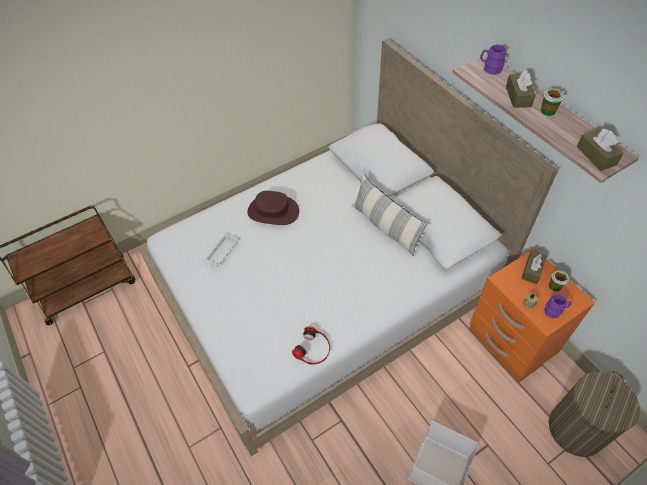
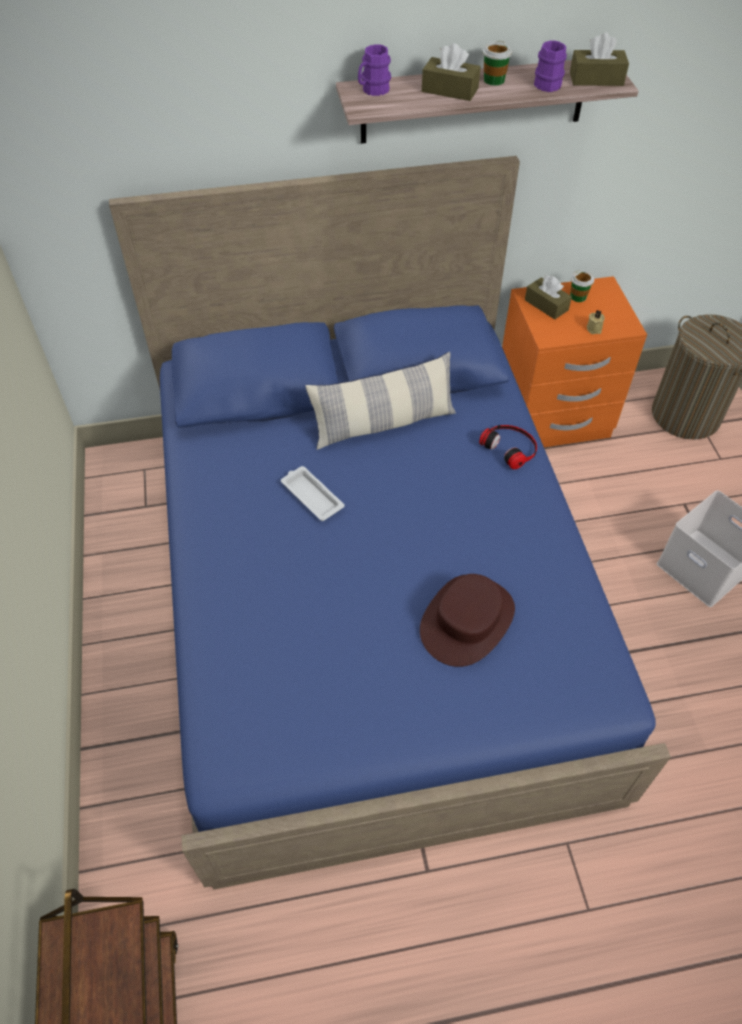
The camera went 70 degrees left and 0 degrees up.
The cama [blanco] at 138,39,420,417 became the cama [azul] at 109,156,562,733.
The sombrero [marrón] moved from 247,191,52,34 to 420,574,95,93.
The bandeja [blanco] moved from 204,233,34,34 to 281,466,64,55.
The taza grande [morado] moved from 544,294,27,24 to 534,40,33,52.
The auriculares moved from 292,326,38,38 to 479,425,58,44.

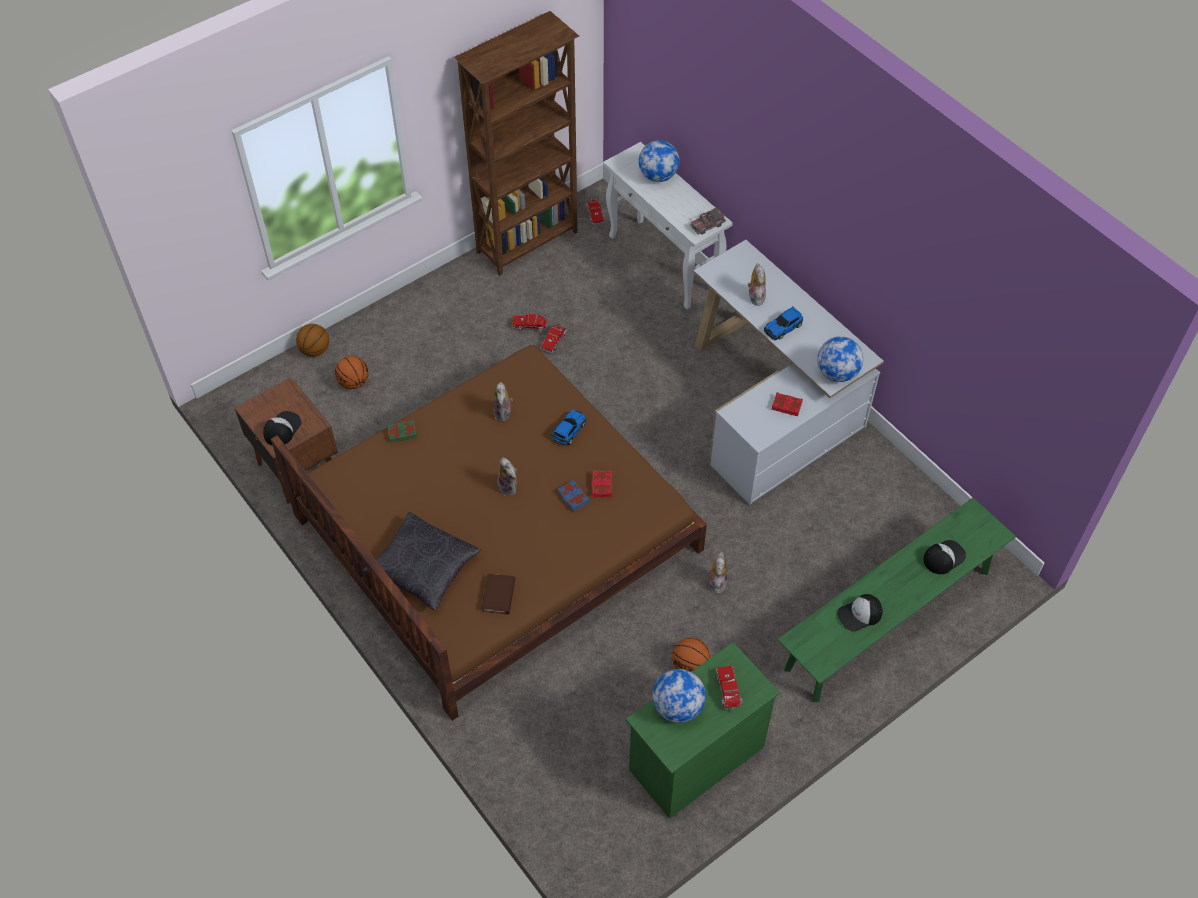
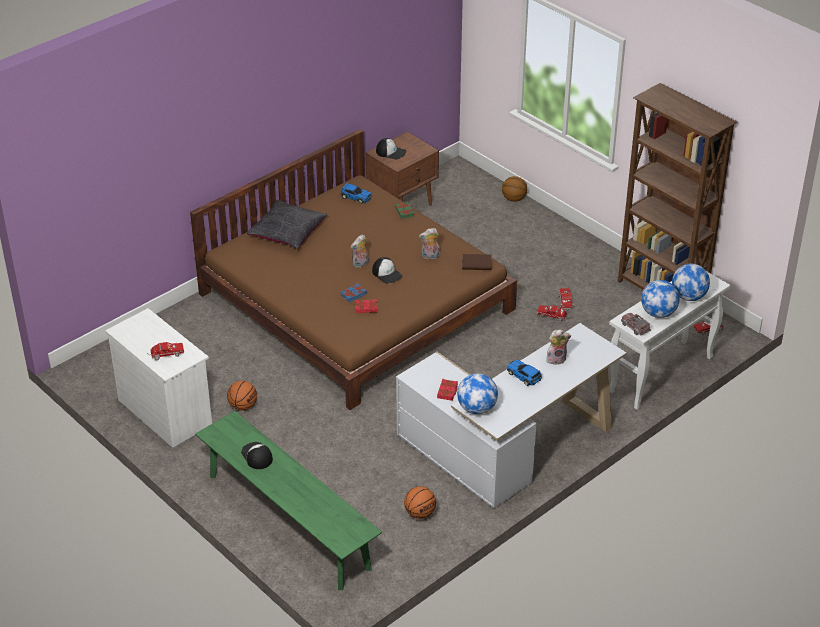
The camera went 85 degrees right and 15 degrees down.
The balón de baloncesto moved from 335,356,34,33 to 404,486,32,33.
The coche de juguete moved from 551,410,35,35 to 340,183,32,21.
The gorra moved from 923,540,43,34 to 372,257,31,27.
The peluche at 707,552,20,42 disappeared.
The libro [marrón] moved from 481,574,34,40 to 462,254,30,16.
The cómoda [verde] at 626,642,154,177 became the cómoda [blanco] at 105,308,107,140.
The globo terráqueo moved from 653,669,53,54 to 641,280,38,38.

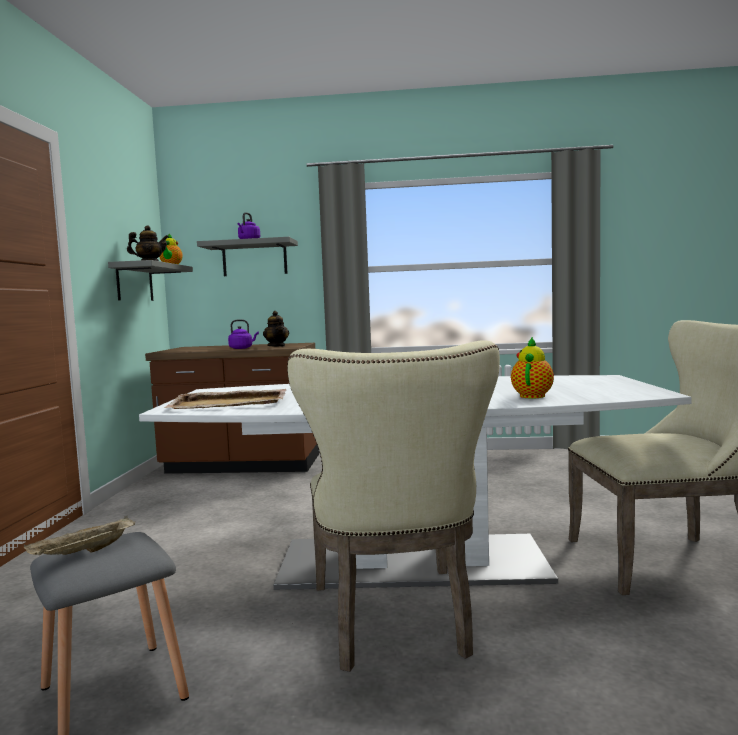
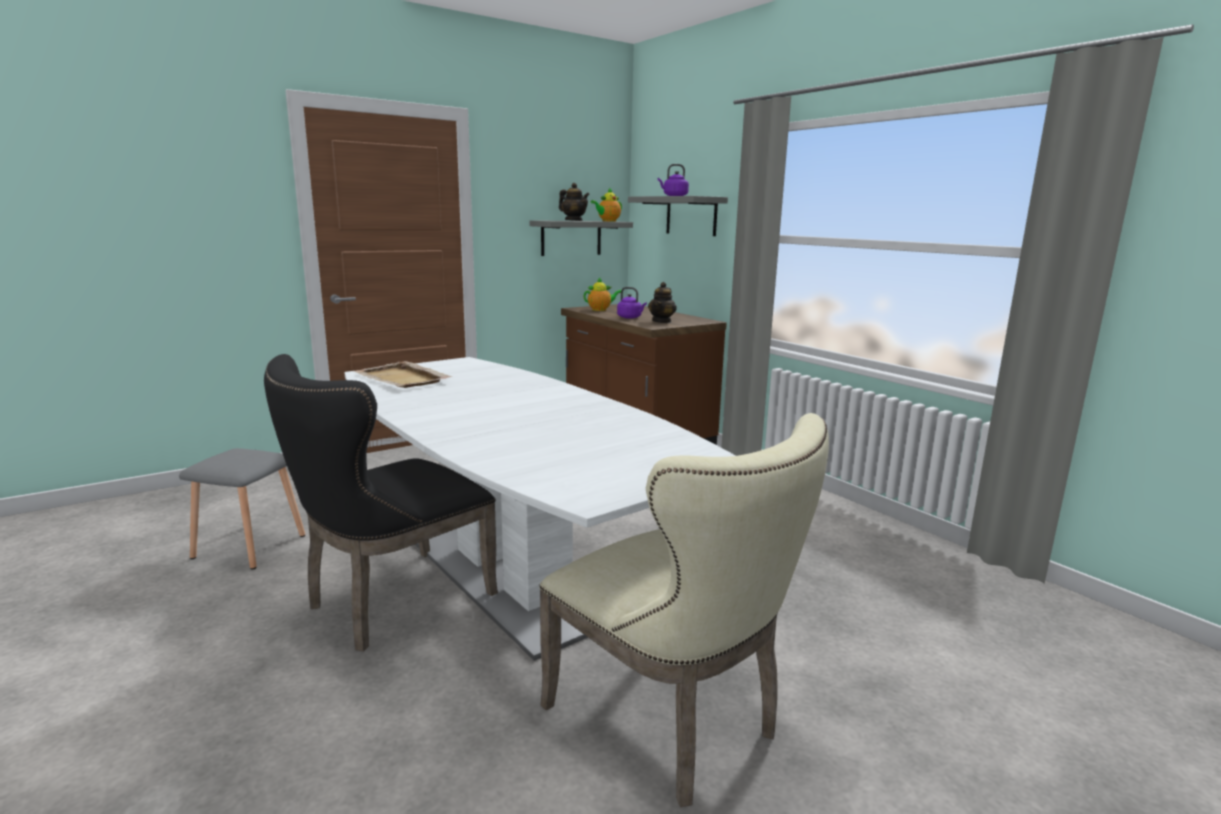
The camera went 50 degrees right and 10 degrees up.
The tetera moved from 511,337,43,61 to 584,277,37,34.
The silla [beis] at 287,340,213,332 became the silla [negro] at 264,354,234,298.
The bandeja [beis] at 24,515,111,40 disappeared.

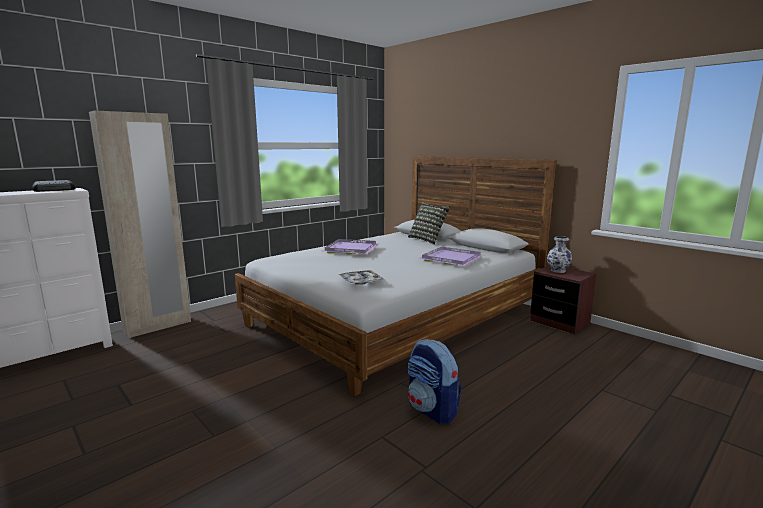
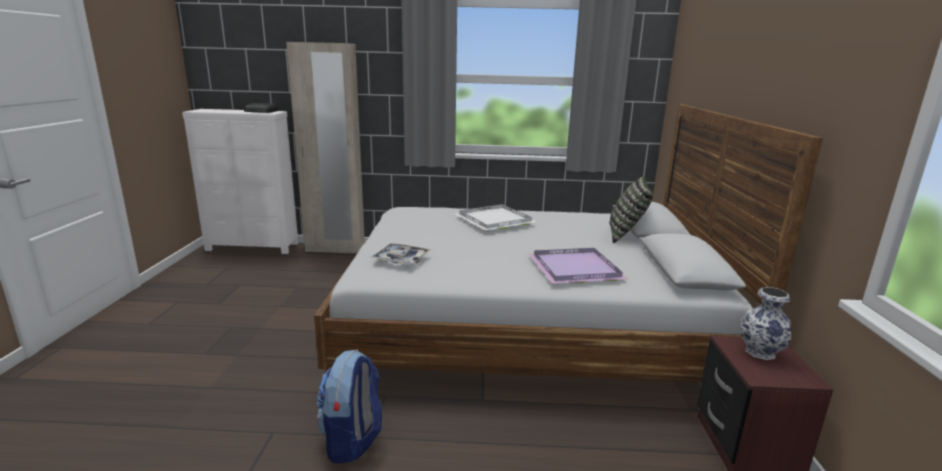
The camera went 45 degrees right and 5 degrees up.
The bandeja [morado] at 322,239,57,15 became the bandeja [blanco] at 456,204,81,26.

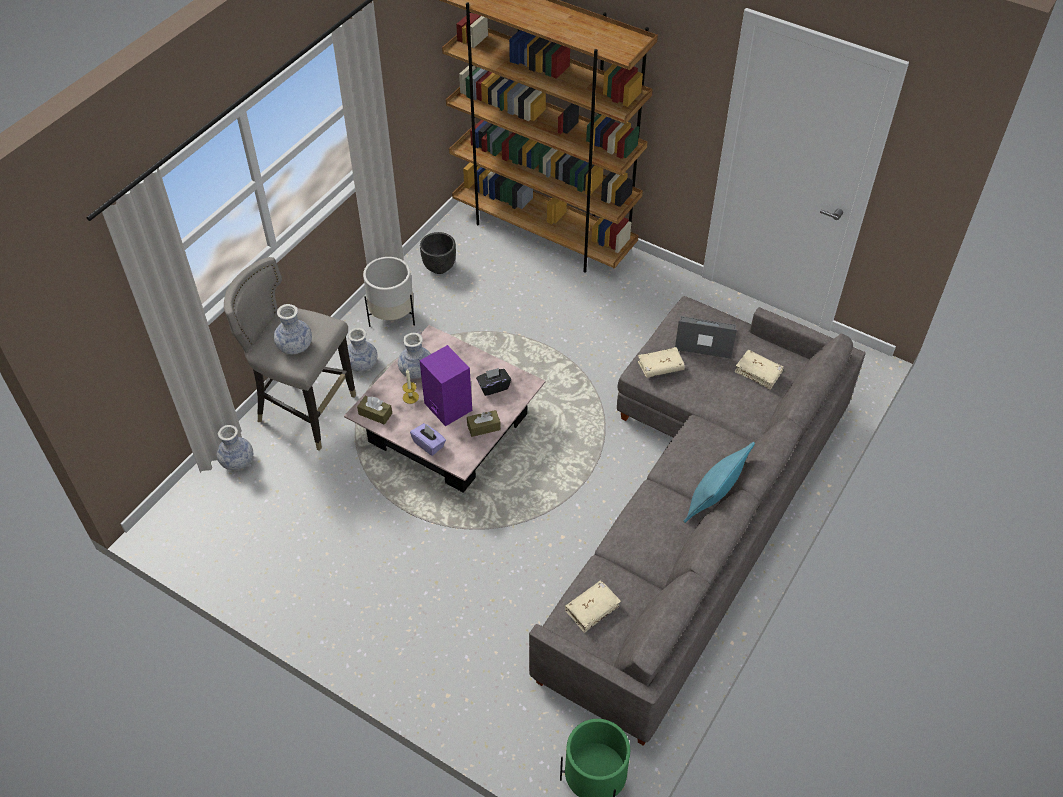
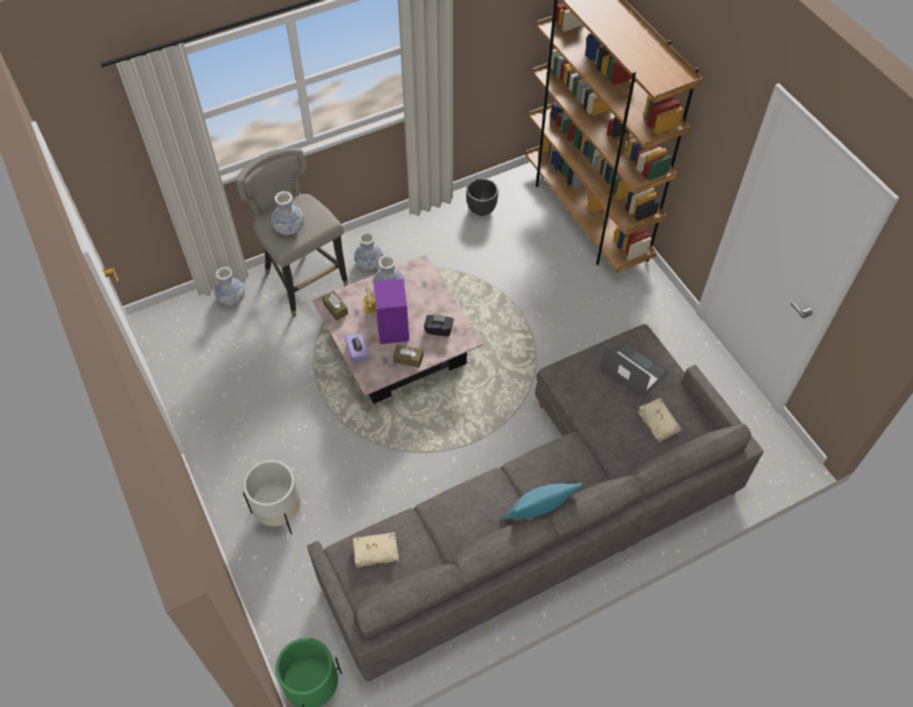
The camera went 30 degrees right and 5 degrees up.
The maceta [blanco] moved from 363,257,52,70 to 243,460,58,74.
The libro [beis] at 638,347,46,31 disappeared.

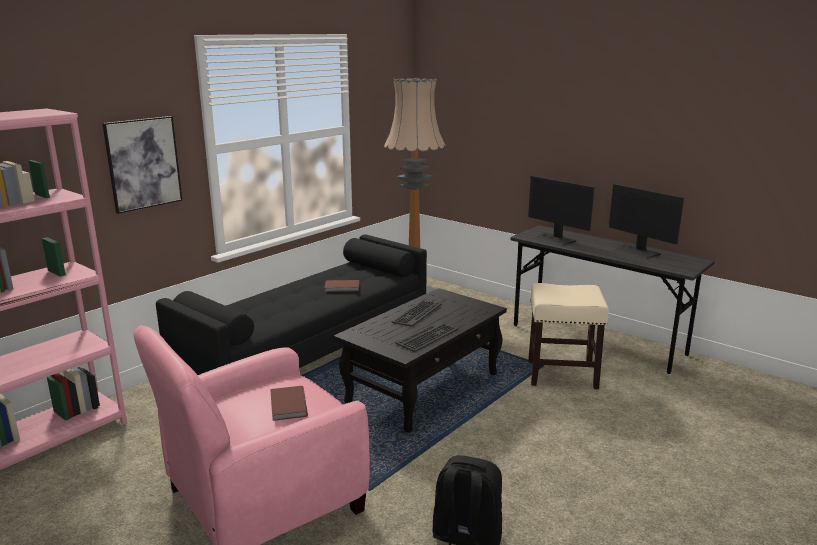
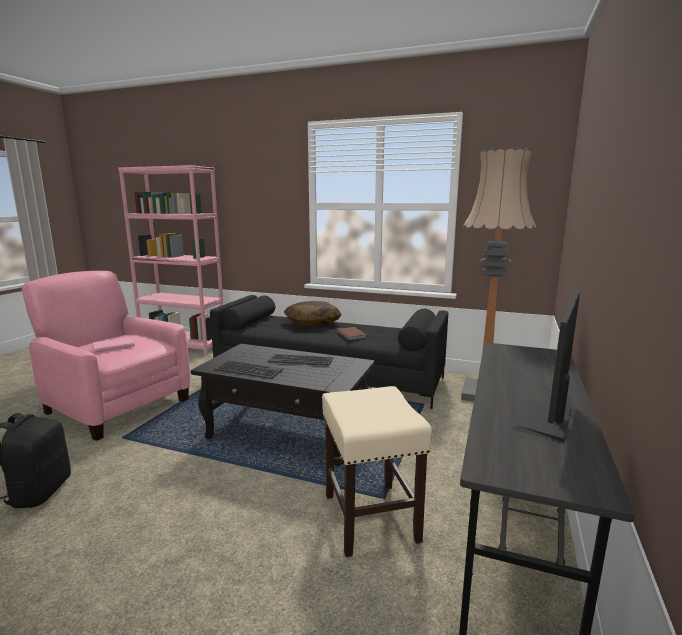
The camera went 70 degrees right and 5 degrees down.
The cuadro at 102,116,80,98 disappeared.
The monitor at 528,176,66,71 disappeared.
The libro [marrón] at 270,386,38,35 became the libro [rosa] at 93,337,42,16.
The cojín at 284,301,58,25 appeared.

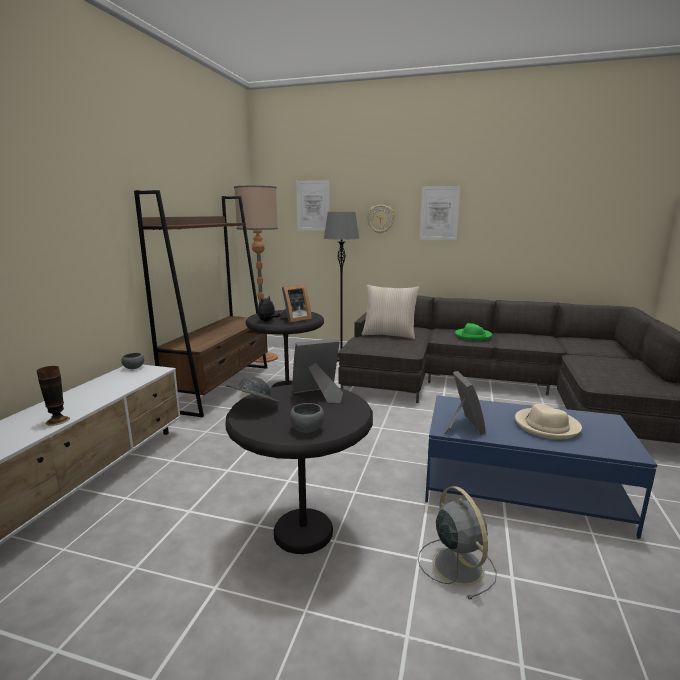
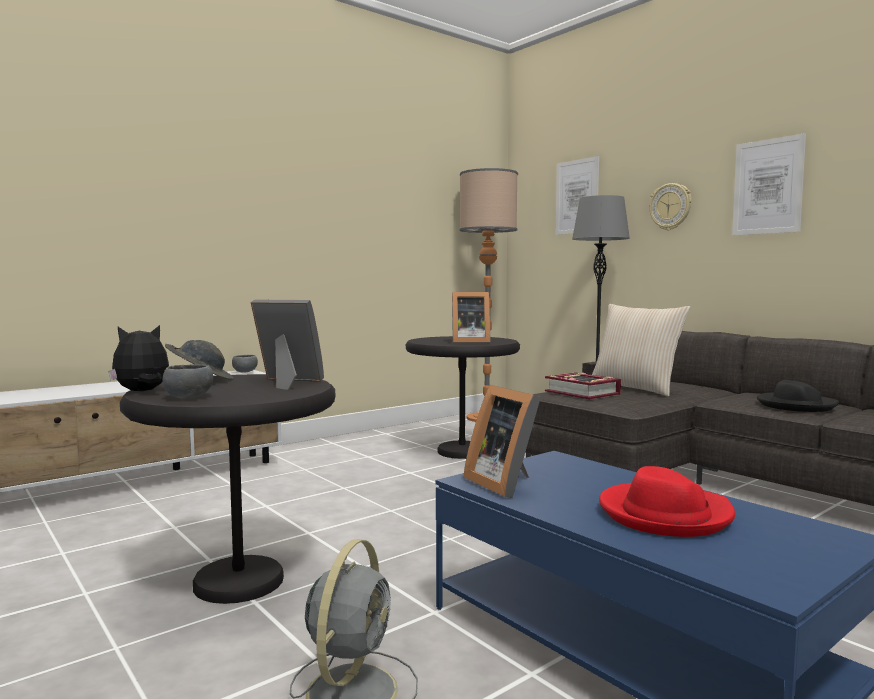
The camera went 35 degrees right and 10 degrees down.
The estantería [marrón] at 134,190,134,227 disappeared.
The peluche moved from 257,296,23,25 to 108,325,61,66.
The sombrero [verde] at 455,323,37,18 became the sombrero [negro] at 757,380,82,32.
The florero at 37,366,33,60 disappeared.
The portarretratos at 444,371,42,64 turned 120 degrees clockwise.
The sombrero [beis] at 515,404,67,35 became the sombrero [rojo] at 599,466,136,71.
The libro at 545,372,76,28 appeared.

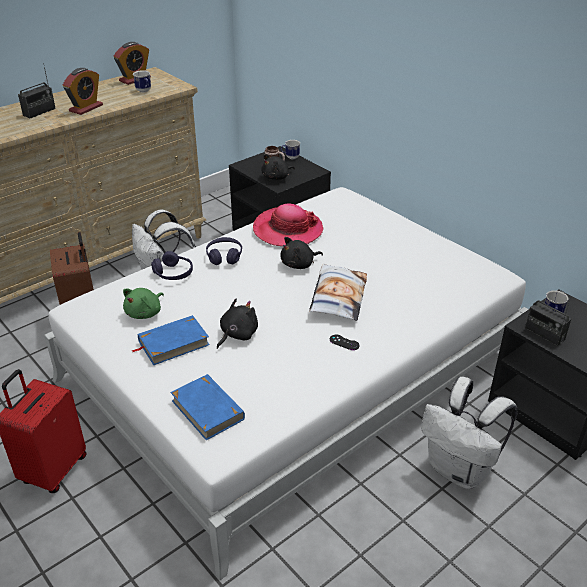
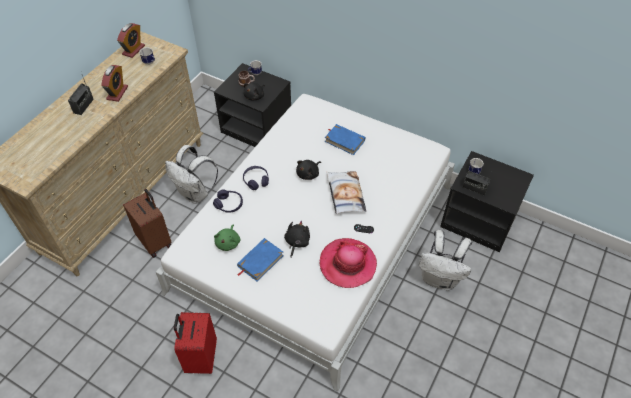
The camera went 20 degrees left and 15 degrees up.
The sombrero moved from 253,203,71,43 to 320,238,57,50.
The libro [azul] moved from 170,374,75,66 to 325,124,40,31.

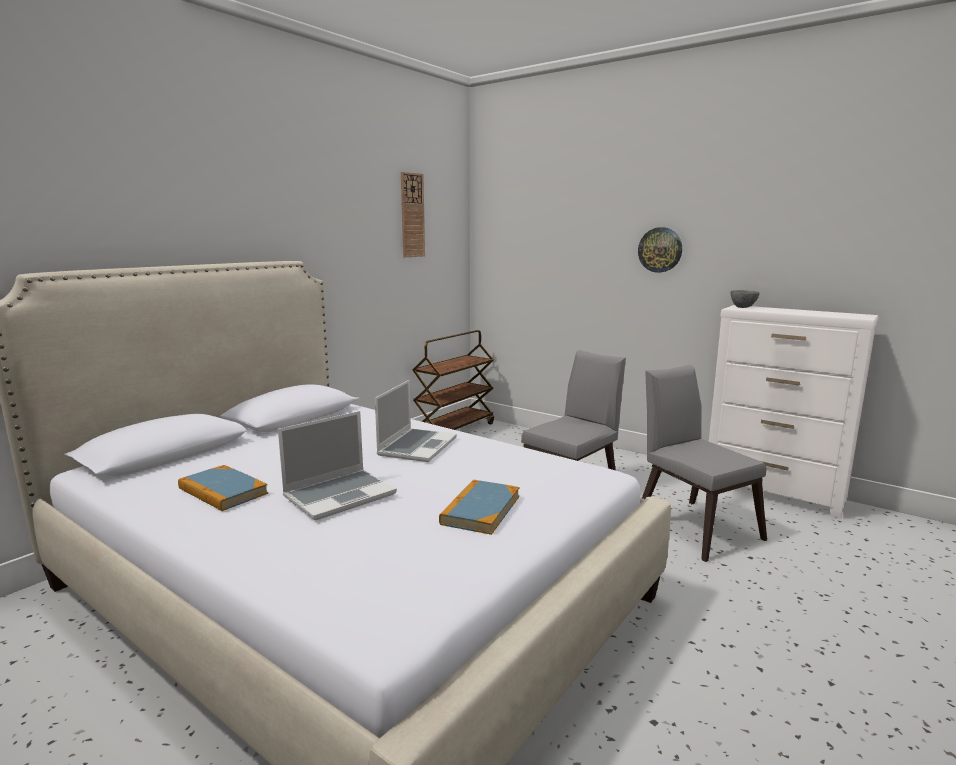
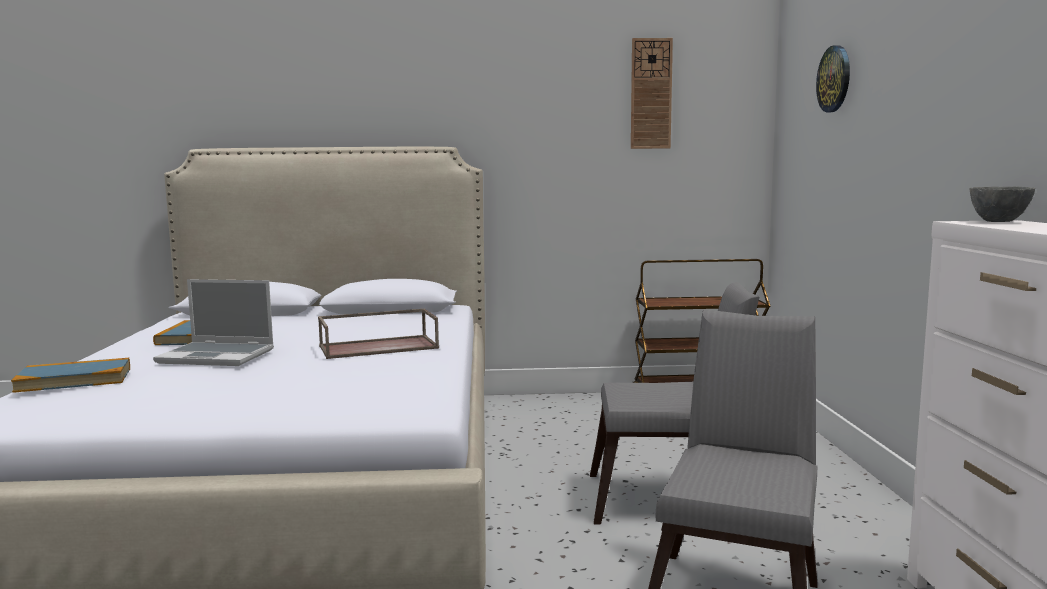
The camera went 50 degrees right and 5 degrees down.
The reloj de pared moved from 638,227,44,46 to 816,45,34,67.
The portátil at 375,380,82,82 was replaced by the bandeja [marrón] at 318,309,121,50.
The libro moved from 439,480,80,55 to 11,358,119,35.

